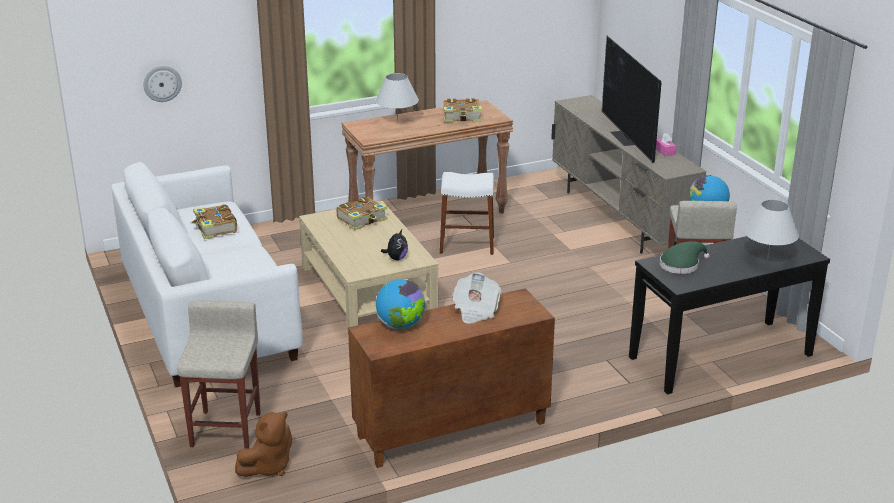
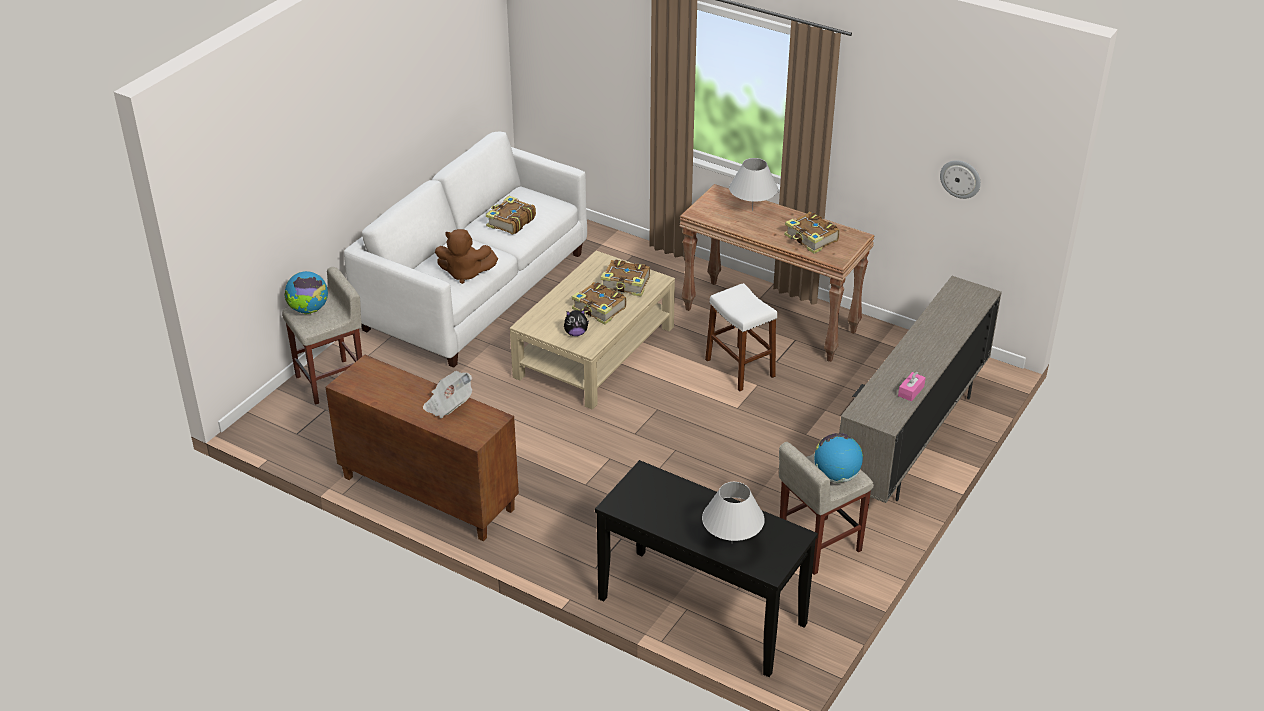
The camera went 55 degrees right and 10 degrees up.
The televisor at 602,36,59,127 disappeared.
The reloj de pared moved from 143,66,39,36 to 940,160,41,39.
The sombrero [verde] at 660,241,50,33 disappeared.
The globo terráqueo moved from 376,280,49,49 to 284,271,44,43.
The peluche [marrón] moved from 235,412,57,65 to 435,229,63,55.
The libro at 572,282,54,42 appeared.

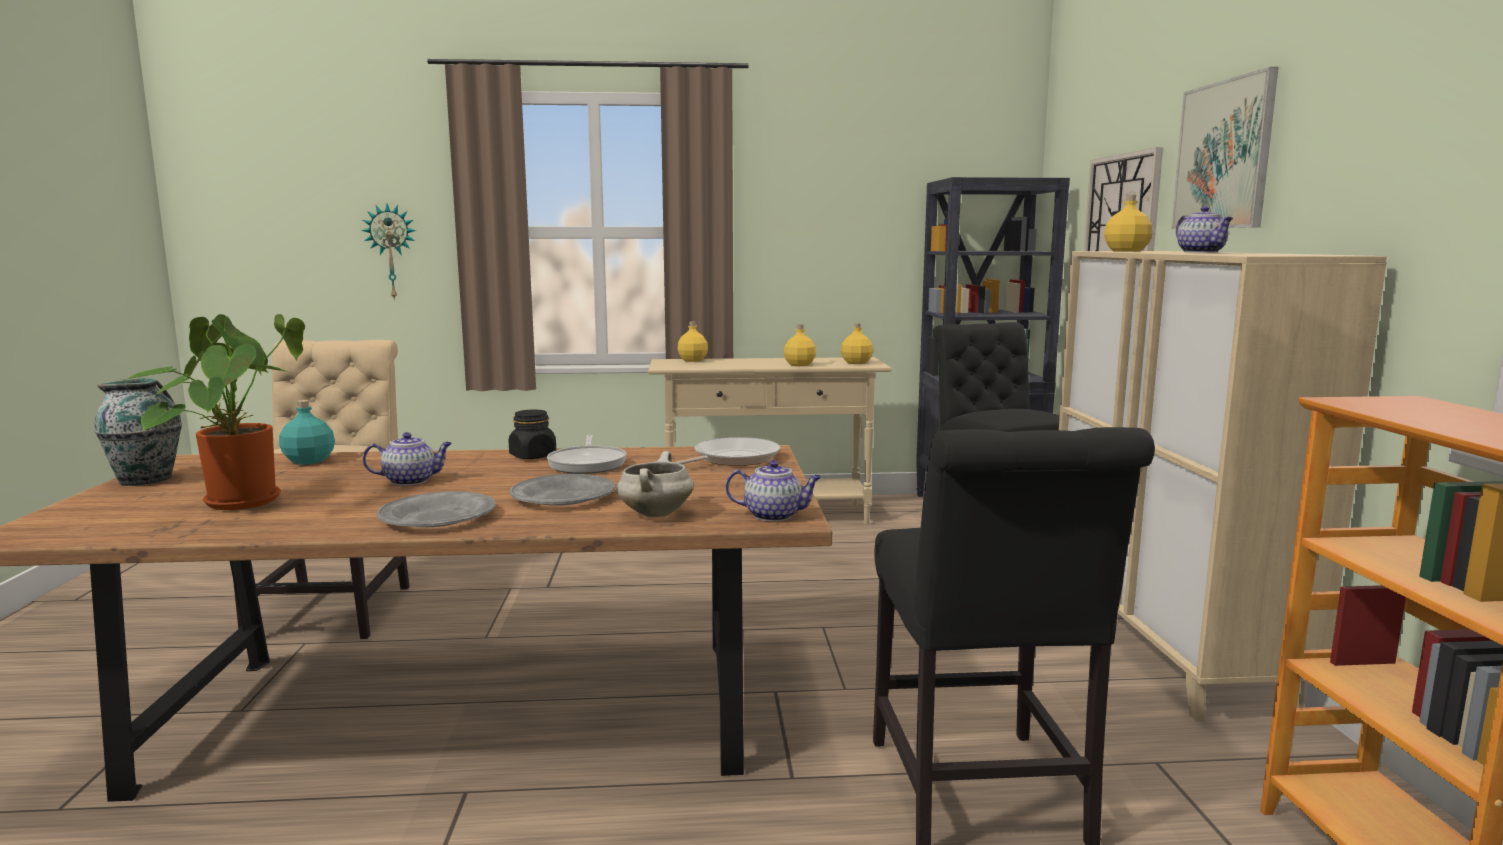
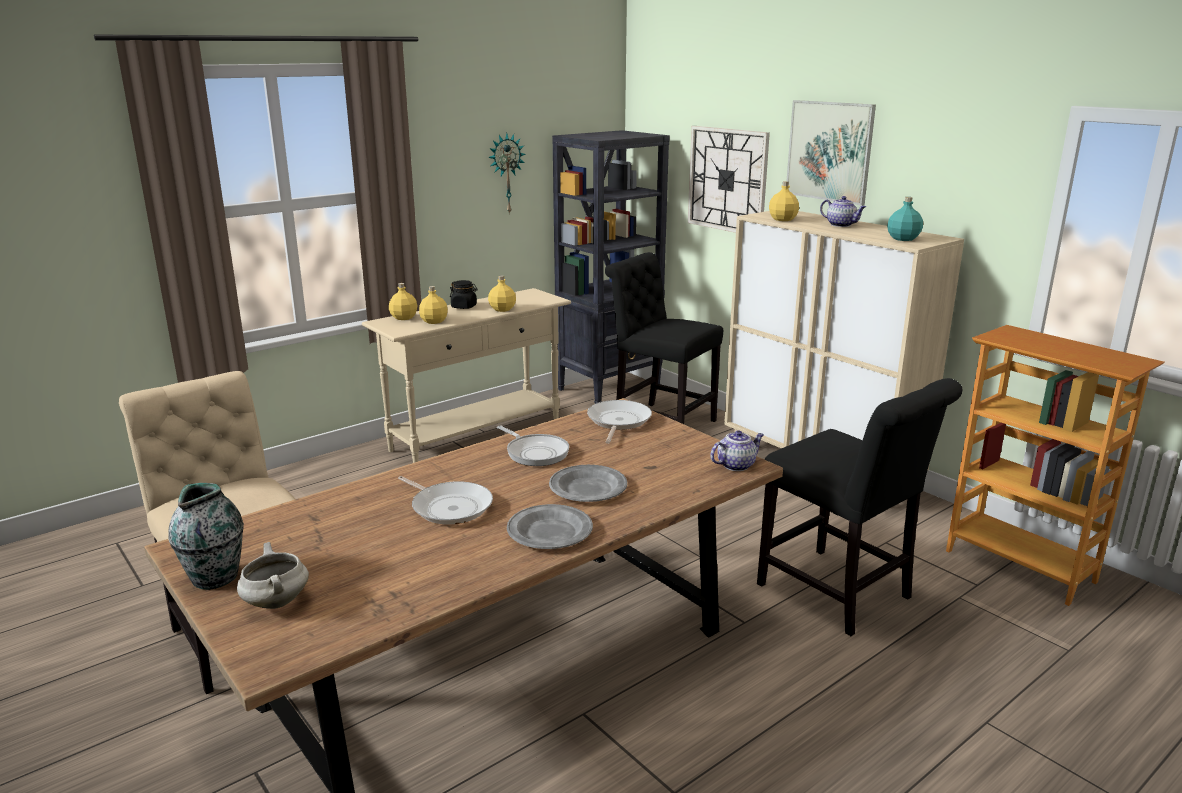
The camera went 35 degrees left and 10 degrees up.
The reloj de pared moved from 361,204,55,97 to 488,133,37,82.
The planta en maceta at 123,314,182,196 disappeared.
The botella [amarillo] moved from 841,323,32,41 to 419,286,29,38.
The botella [turquesa] moved from 279,400,56,65 to 887,197,36,44.
The tarro [negro] moved from 509,409,47,50 to 450,280,28,29.
The tetera at 362,432,90,54 was replaced by the sartén at 398,476,95,49.
The olla [blanco] moved from 617,451,77,66 to 237,542,72,67.

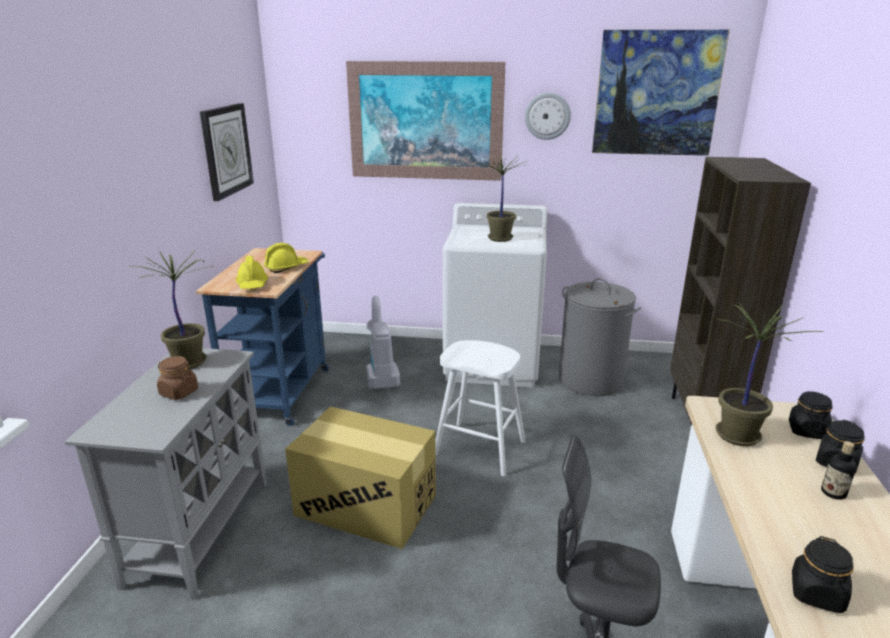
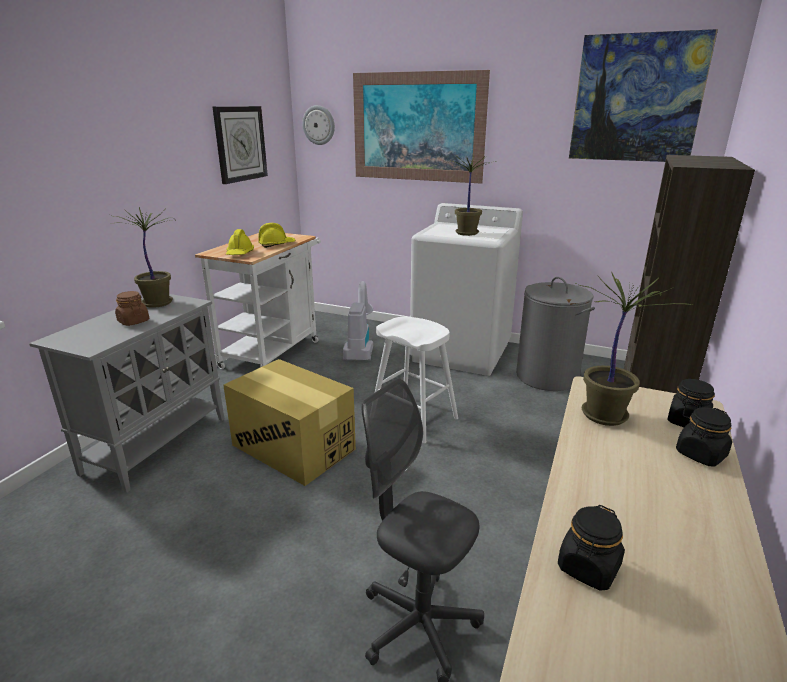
The camera went 15 degrees right and 0 degrees up.
The reloj de pared moved from 525,92,46,48 to 302,105,33,40.
The carrito [azul] at 196,248,133,178 became the carrito [blanco] at 195,233,126,136.
The botella at 821,441,36,59 disappeared.

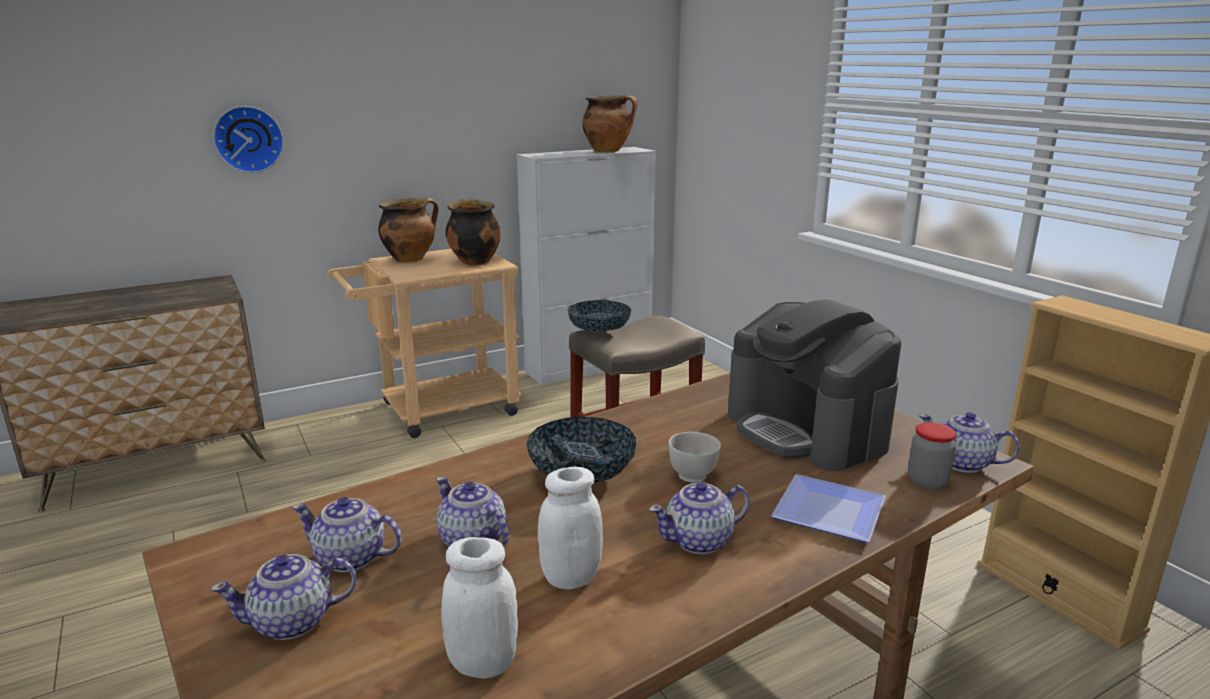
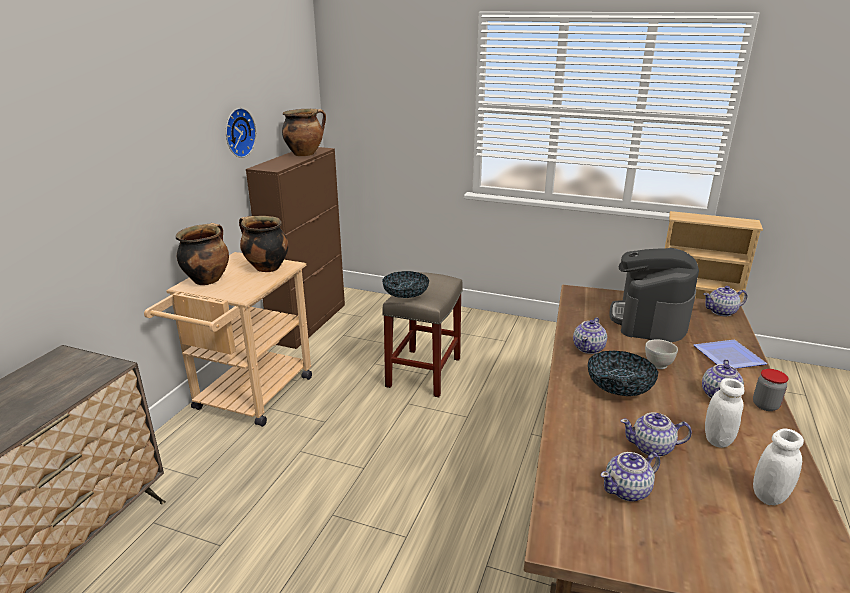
The camera went 40 degrees left and 5 degrees up.
The reloj de pared moved from 213,106,71,67 to 226,108,30,50.
The armario [blanco] at 517,147,139,238 became the armario [marrón] at 246,147,99,202.
The cafetera at 728,299,173,172 turned 90 degrees clockwise.
The tarro moved from 908,422,49,67 to 753,369,36,42.
The tetera moved from 211,554,146,86 to 573,317,34,37.

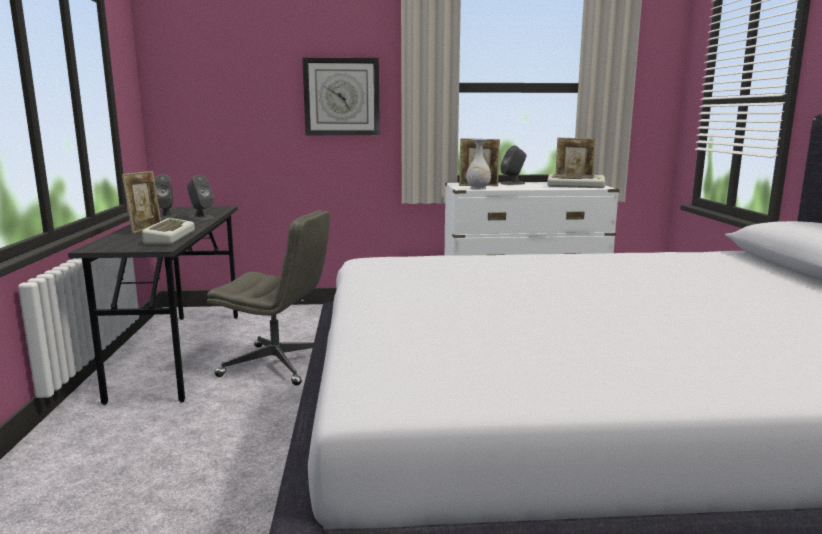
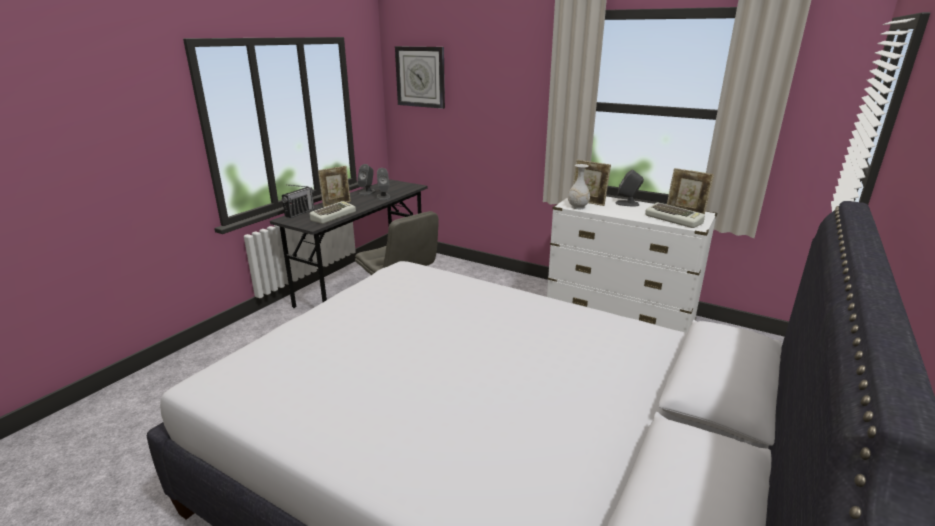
The camera went 35 degrees right and 10 degrees up.
The reloj de pared moved from 302,57,78,78 to 395,46,50,63.
The radio at 282,184,32,34 appeared.

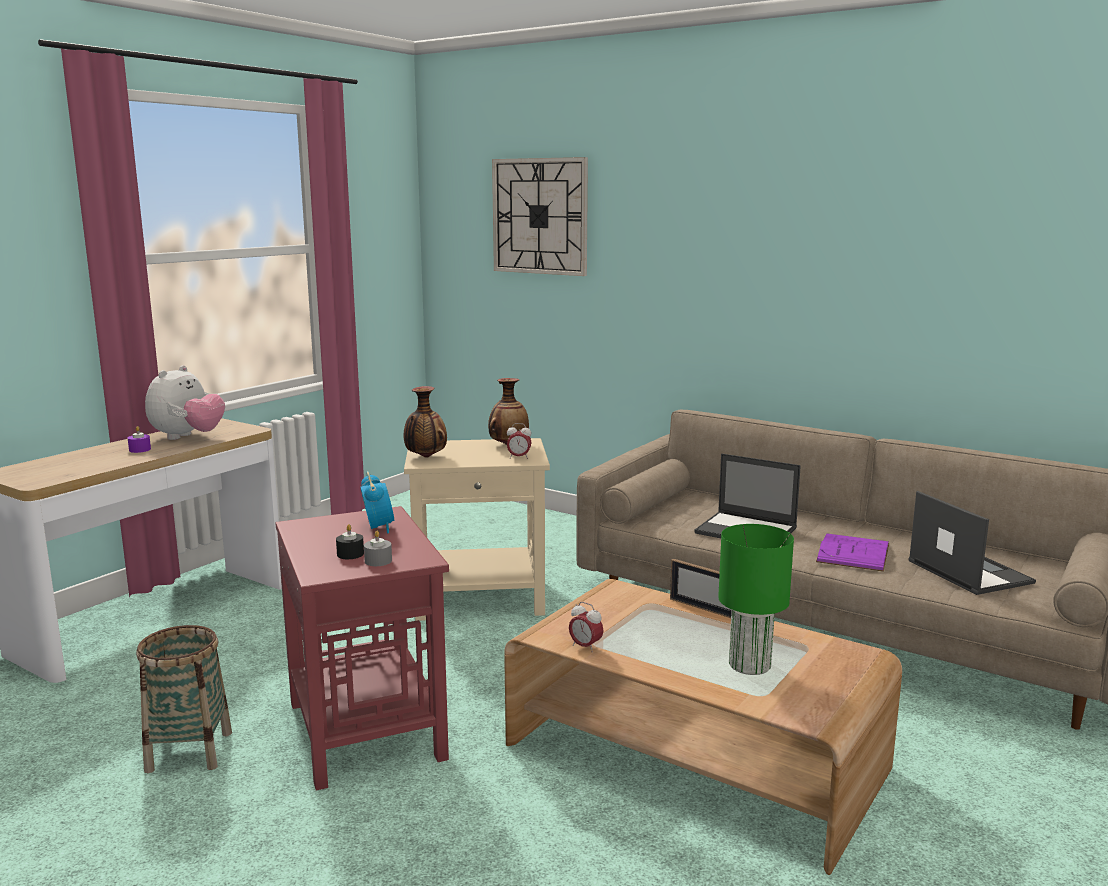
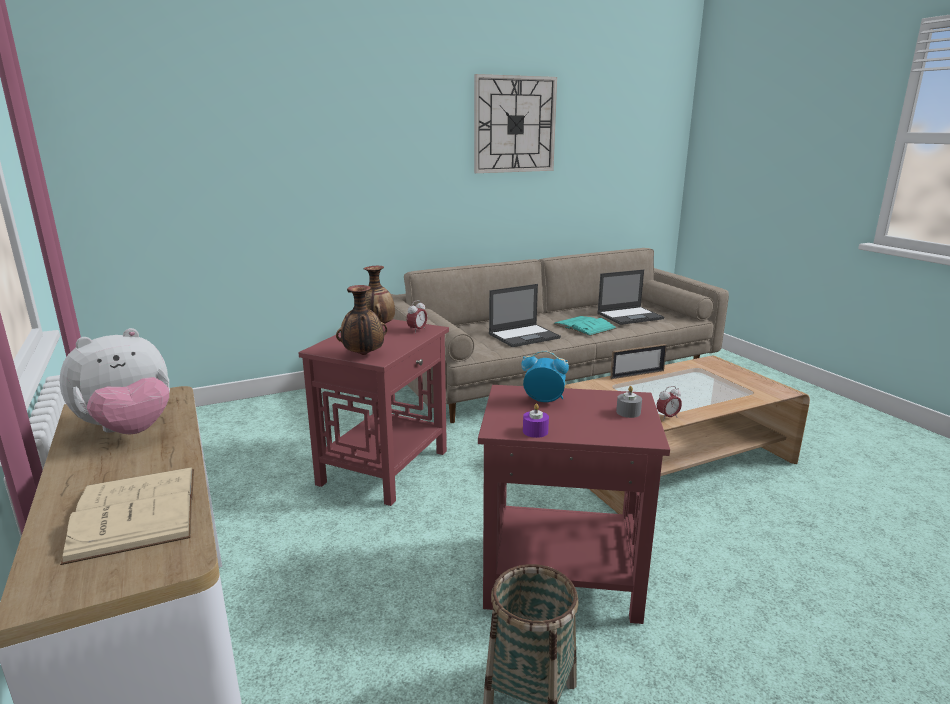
The camera went 60 degrees left and 5 degrees up.
The reloj de pared moved from 492,157,96,119 to 474,74,83,99.
The peluche at 145,365,80,75 turned 90 degrees clockwise.
The vela [morado] moved from 128,426,23,27 to 523,404,26,34.
The mesa auxiliar [beis] at 404,438,146,183 became the mesa auxiliar [rojo] at 298,319,151,187.
The portátil at 908,491,128,104 turned 150 degrees clockwise.
The vela [negro] at 336,524,28,35 disappeared.
The lámpara de mesa [verde] at 718,524,76,151 disappeared.
The libro [morado] at 816,534,73,38 became the libro [turquesa] at 554,316,63,20.
The libro [beis] at 60,467,134,98 appeared.

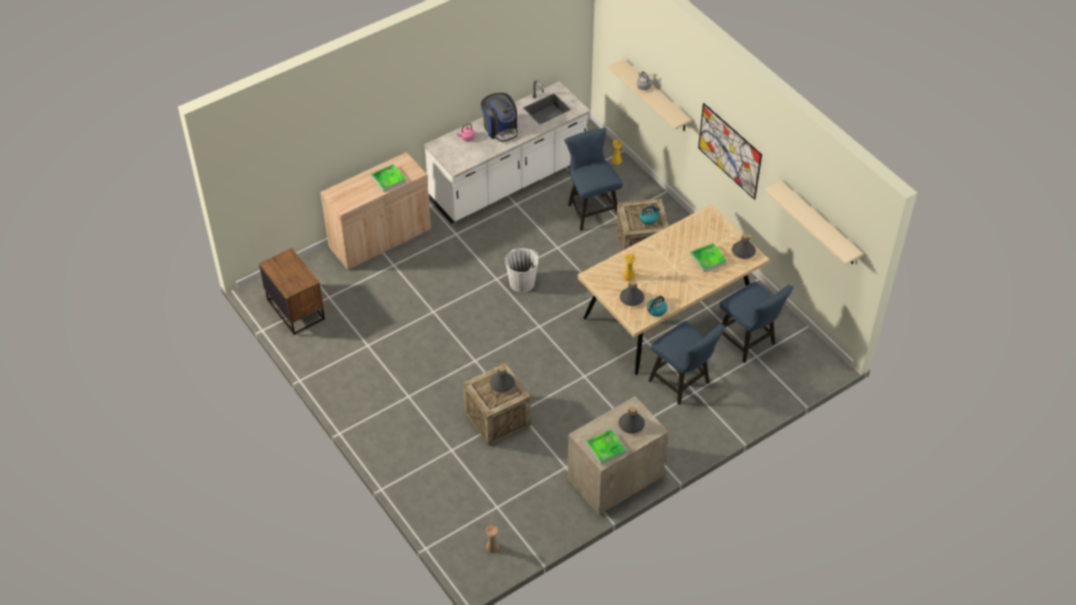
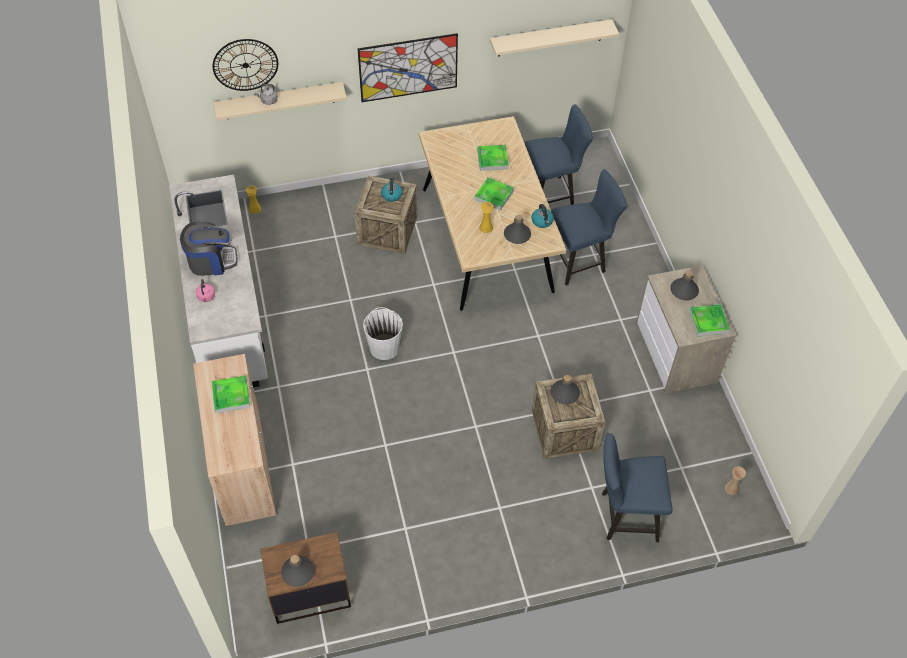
The camera went 70 degrees left and 5 degrees up.
The silla [azul] moved from 564,128,59,103 to 602,433,70,109.
The botella [gris] moved from 732,233,24,26 to 281,555,34,32.
The reloj de pared at 213,39,65,52 appeared.
The bandeja at 474,177,40,34 appeared.

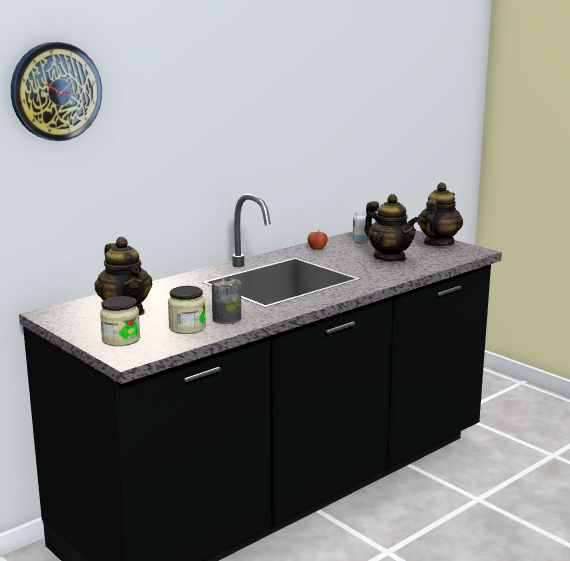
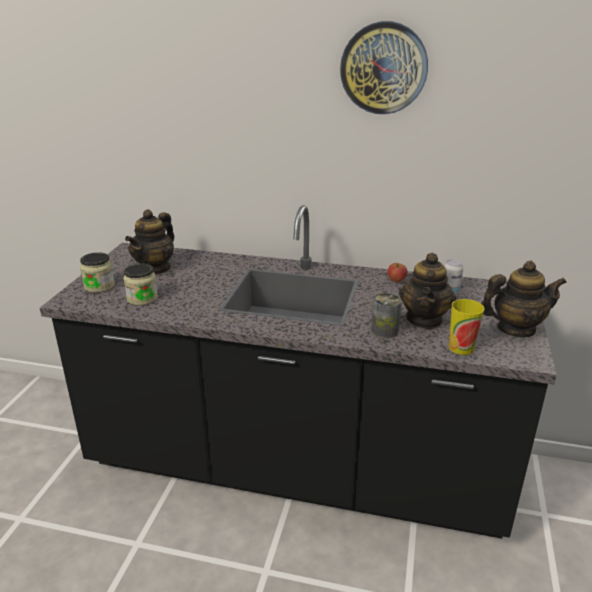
The camera went 55 degrees right and 10 degrees up.
The reloj de pared moved from 11,42,91,99 to 340,21,88,93.
The lata moved from 212,278,29,46 to 371,293,31,46.
The taza at 449,299,35,56 appeared.

